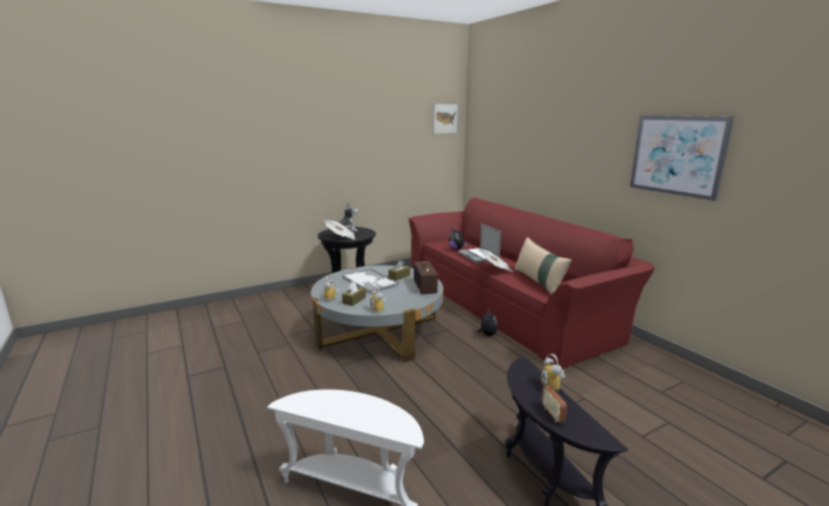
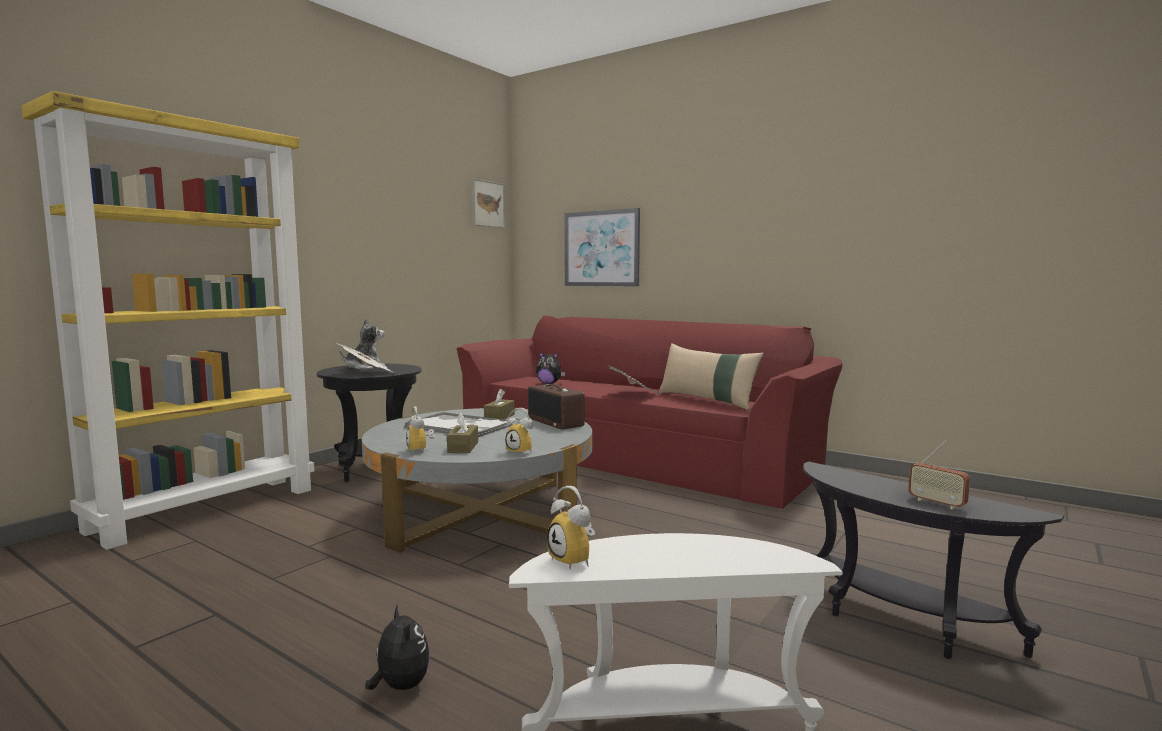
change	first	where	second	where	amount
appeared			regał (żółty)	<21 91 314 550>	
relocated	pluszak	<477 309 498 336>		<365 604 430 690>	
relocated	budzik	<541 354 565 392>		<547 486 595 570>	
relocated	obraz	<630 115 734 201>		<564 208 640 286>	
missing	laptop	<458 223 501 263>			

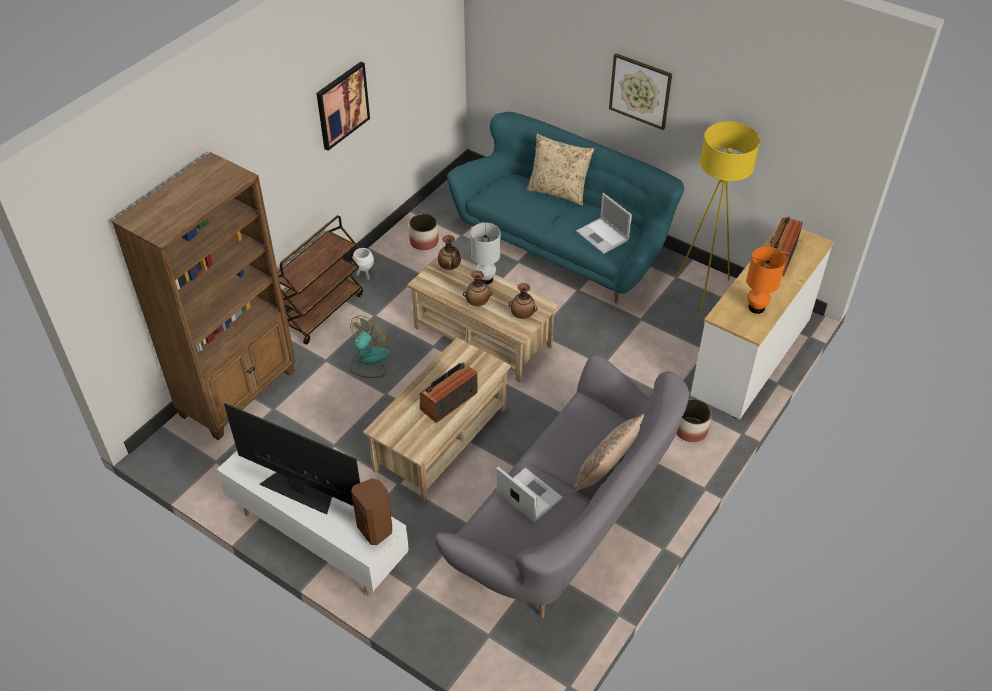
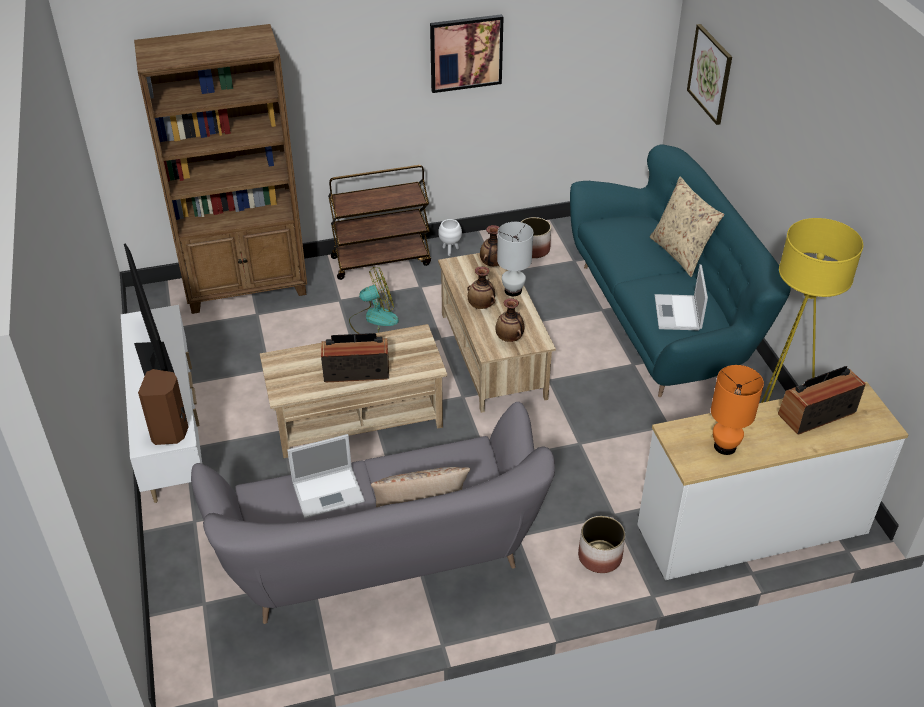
change	first	where	second	where	amount
spun	laptop	<496 467 563 522>		<287 434 365 518>	75 degrees clockwise
relocated	obraz	<609 53 672 130>		<687 24 732 125>	

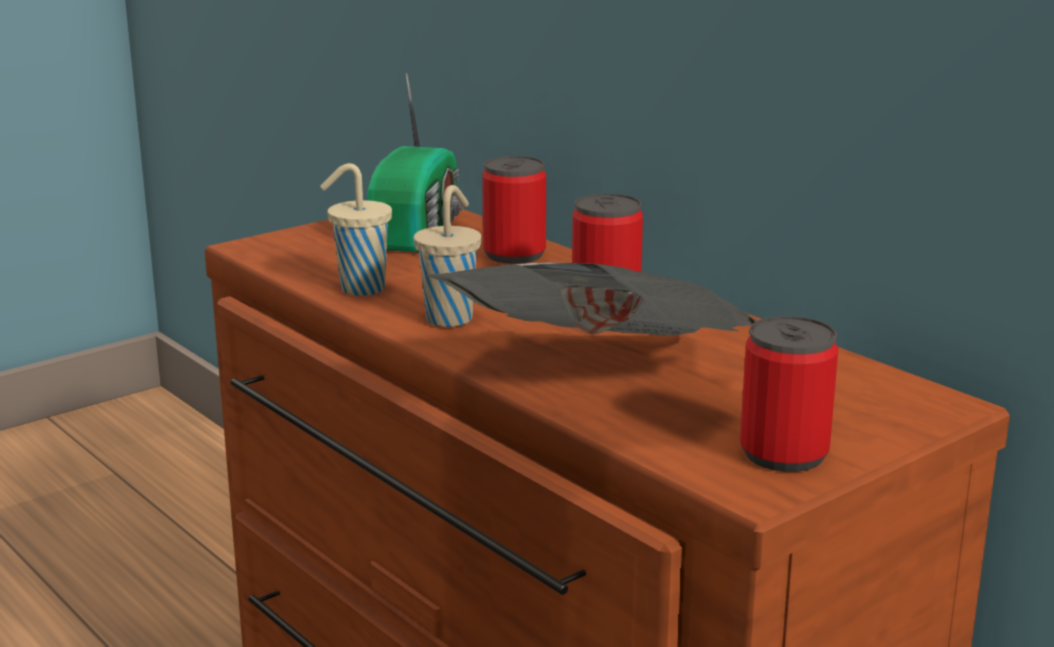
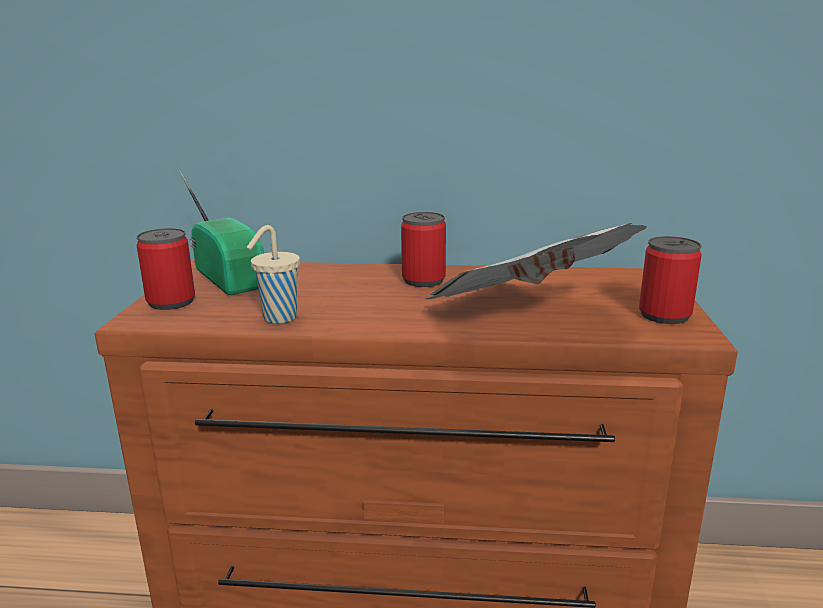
change	first	where	second	where	amount
relocated	puszka	<482 156 546 264>		<137 228 195 310>	
missing	filiżanka (beżowy)	<414 185 481 327>			

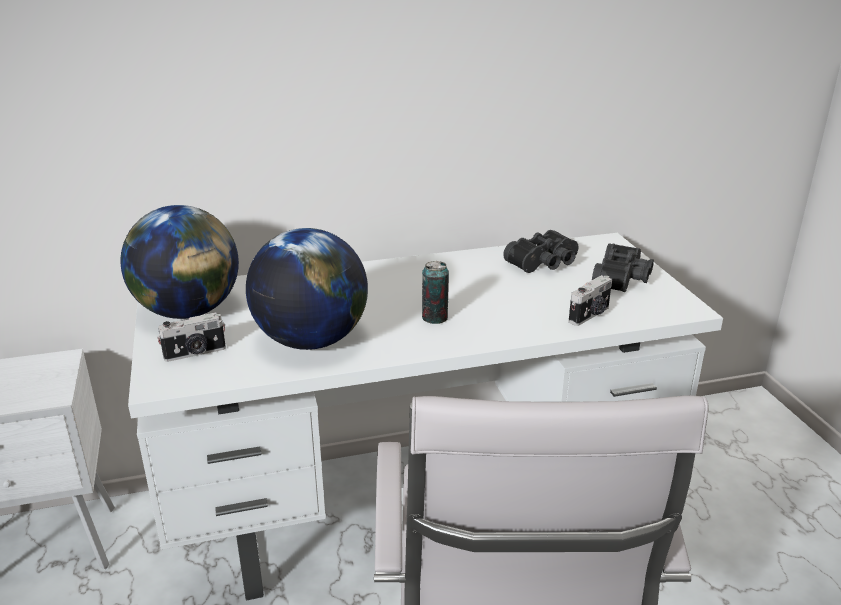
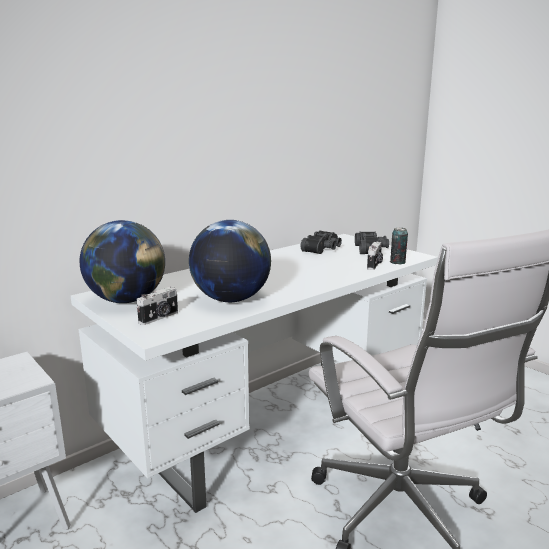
change	first	where	second	where	amount
relocated	puszka	<422 261 449 324>		<390 227 408 264>	

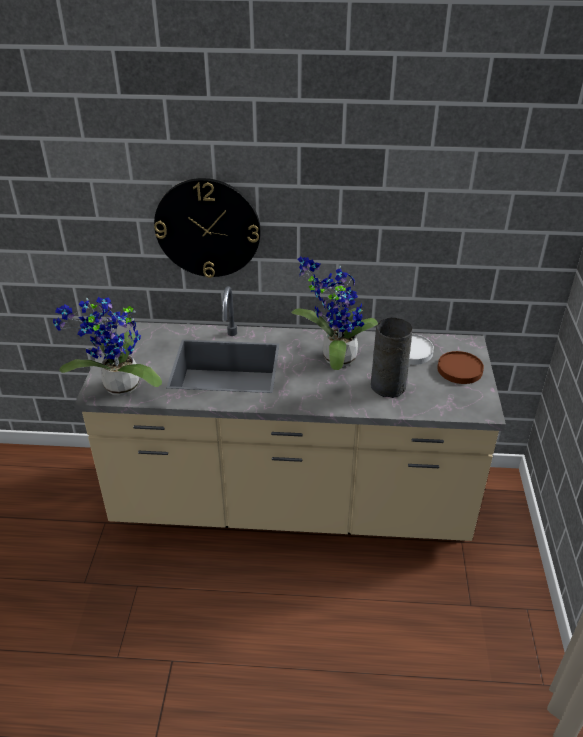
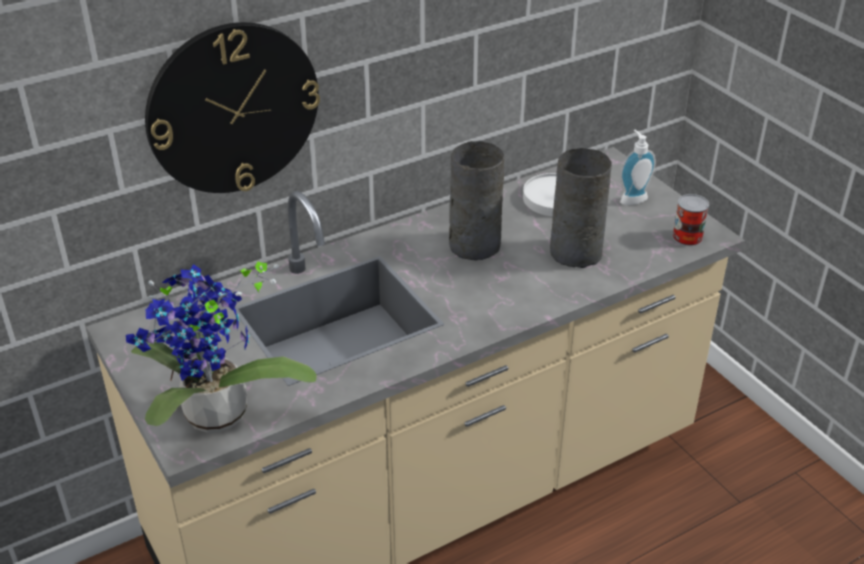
change	first	where	second	where	amount
exchanged	roślina doniczkowa	<291 257 378 370>	wazon (szary)	<449 141 504 260>	
exchanged	talerz (brązowy)	<437 351 484 384>	dozownik mydła	<620 130 656 205>	
appeared			puszka	<672 194 709 246>	

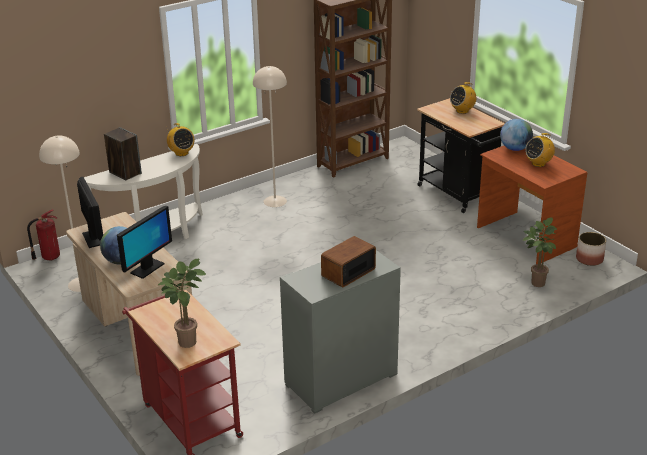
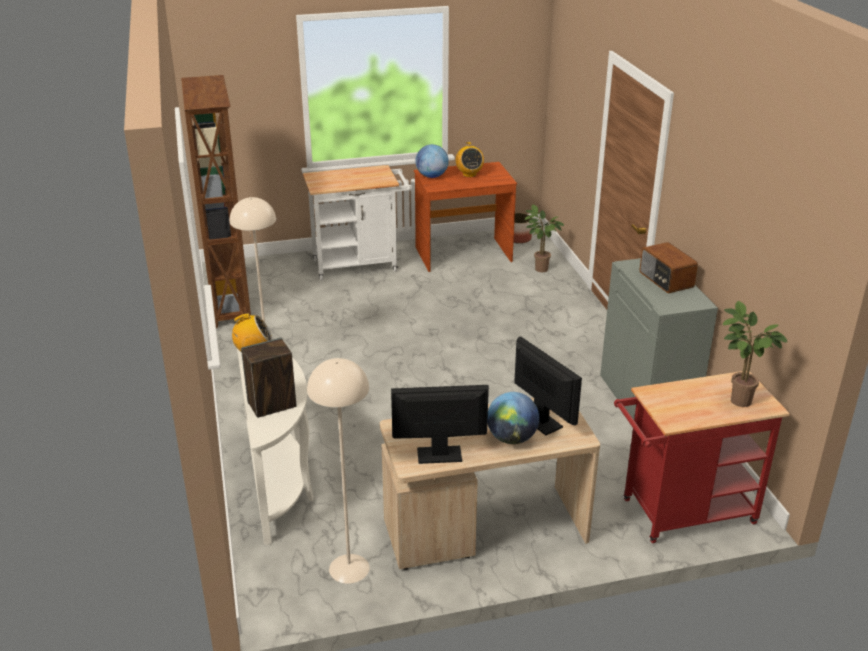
change	first	where	second	where	amount
colour	wózek (czarny)	<417 98 505 213>	wózek (biały)	<303 165 412 280>	
missing	gaśnica	<27 209 60 261>			
missing	radio	<450 82 476 114>			

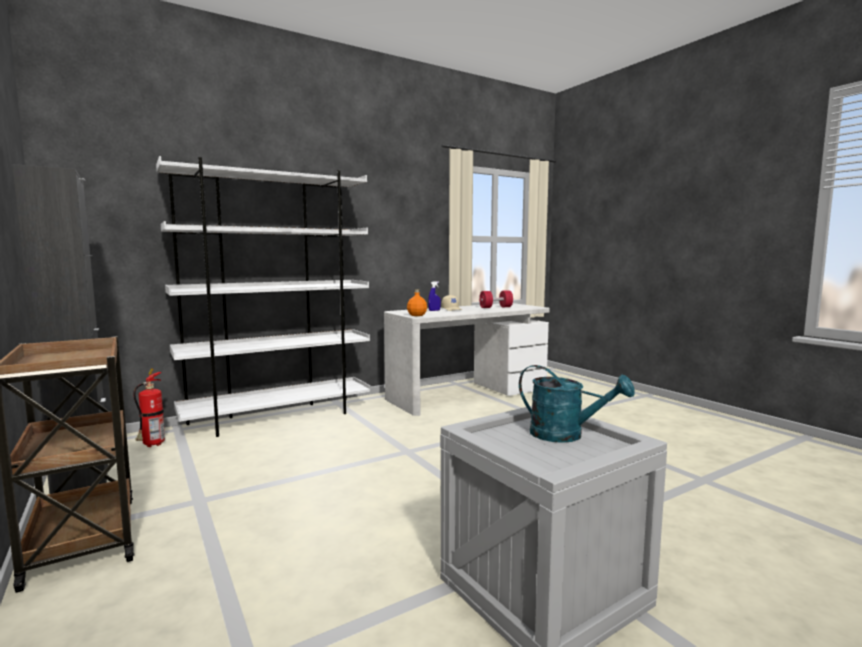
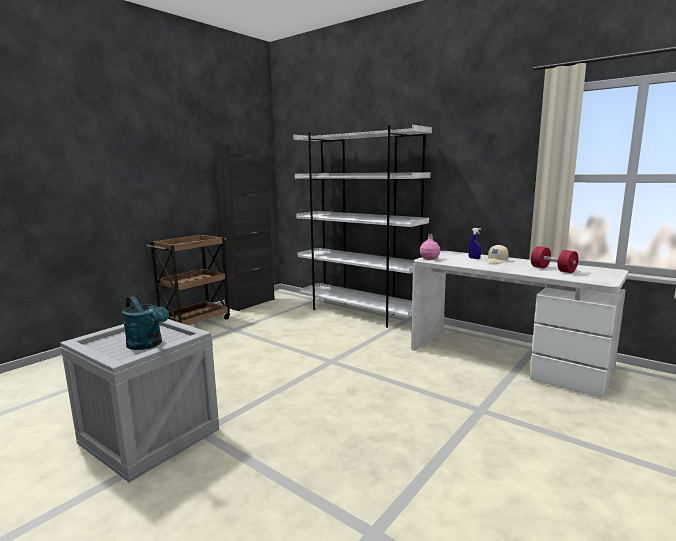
change	first	where	second	where	amount
spun	konewka (turkusowy)	<519 365 635 443>		<122 296 169 350>	60 degrees counterclockwise
colour	butelka (pomarańczowy)	<407 289 427 316>	butelka (różowy)	<420 234 440 260>	
missing	gaśnica	<133 368 165 447>			

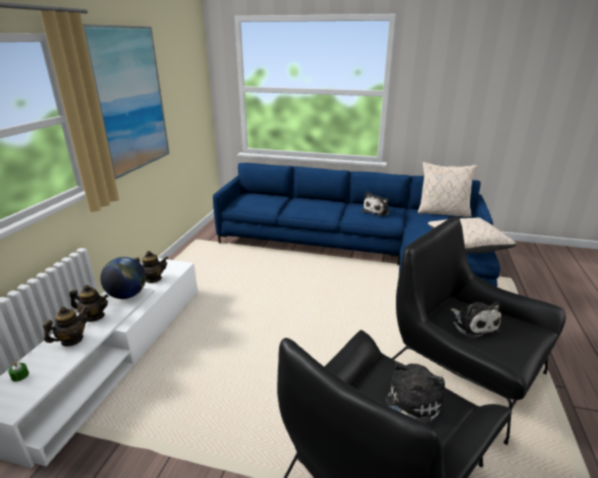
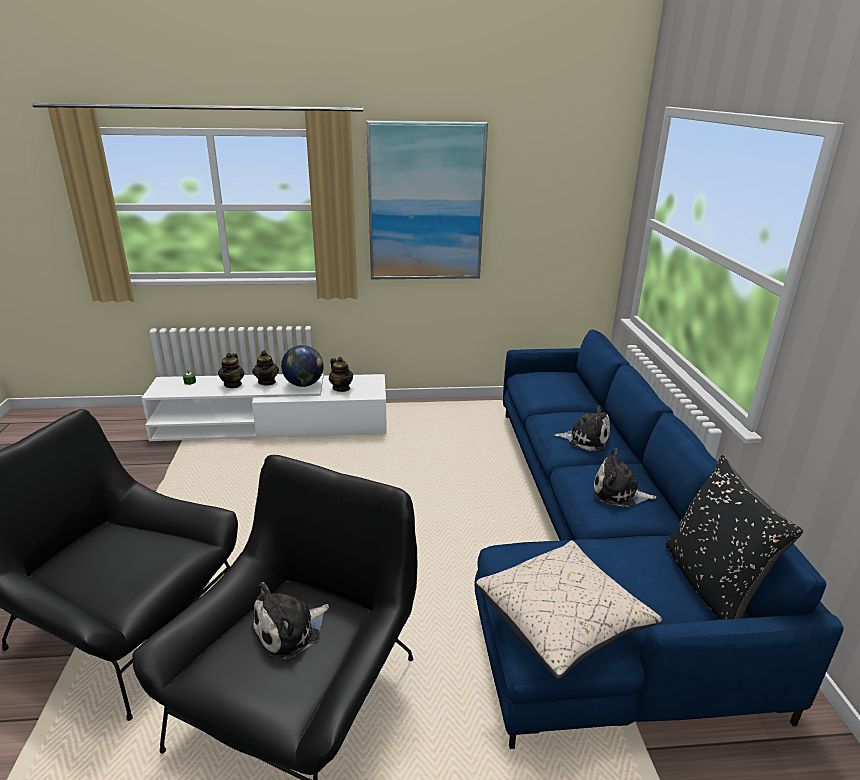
change	first	where	second	where	amount
spun	imbryk	<43 306 88 346>		<218 353 244 388>	75 degrees clockwise
relocated	pluszak	<386 362 445 425>		<554 406 610 451>	
colour	poduszka (beżowy)	<418 162 477 217>	poduszka (czarny)	<665 455 804 620>	

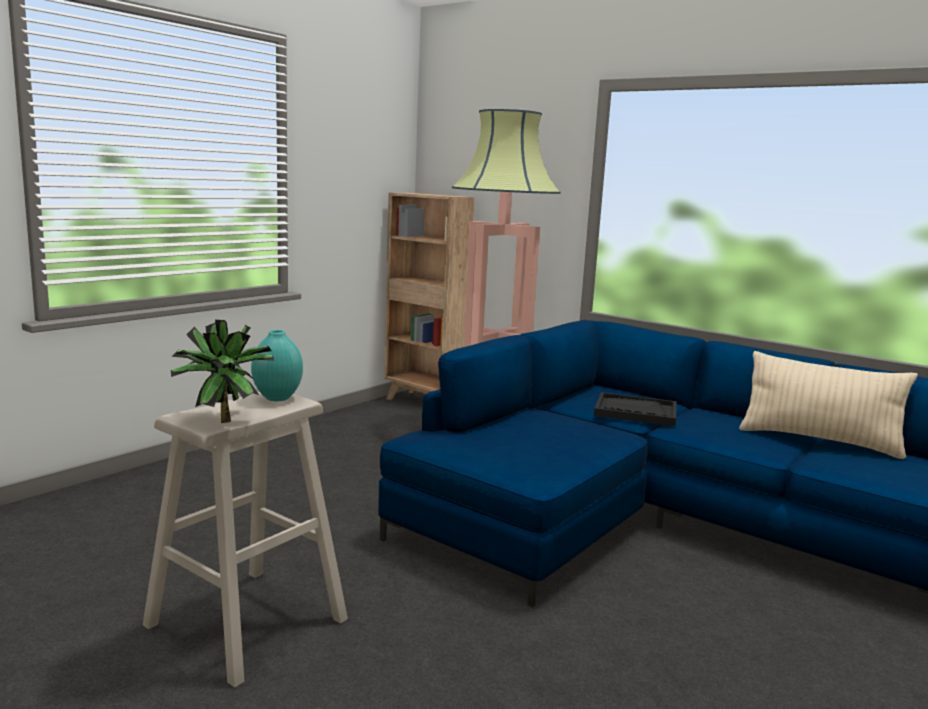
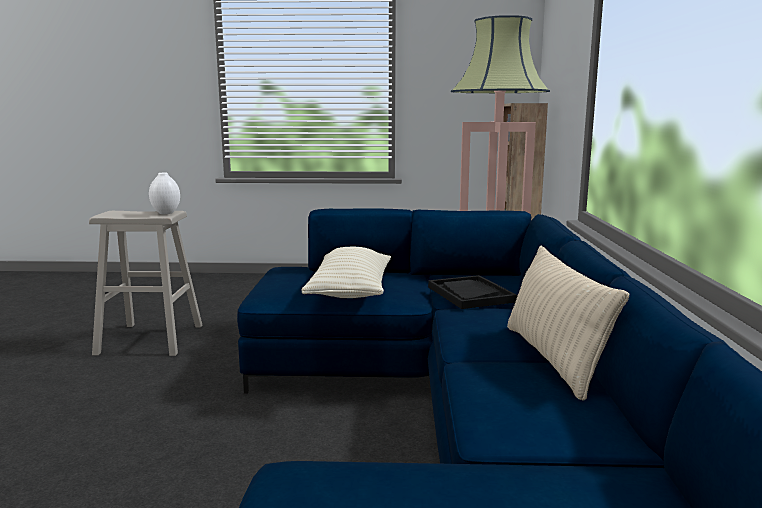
change	first	where	second	where	amount
colour	wazon (turkusowy)	<251 330 303 401>	wazon (biały)	<149 173 180 214>	
appeared			poduszka (beżowy)	<301 247 391 298>	
missing	roślina doniczkowa	<171 320 275 423>			

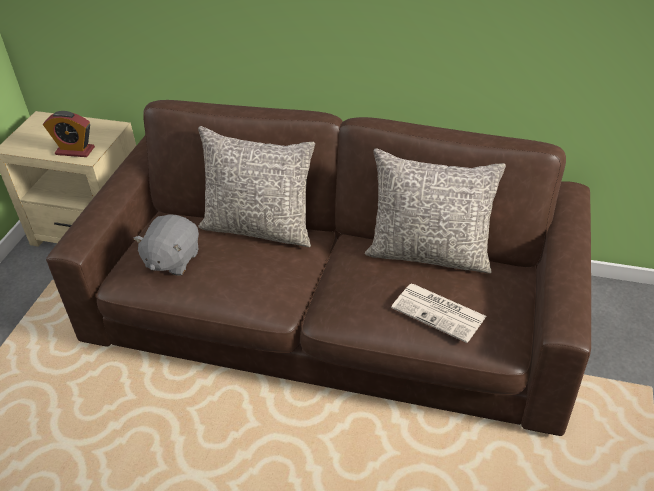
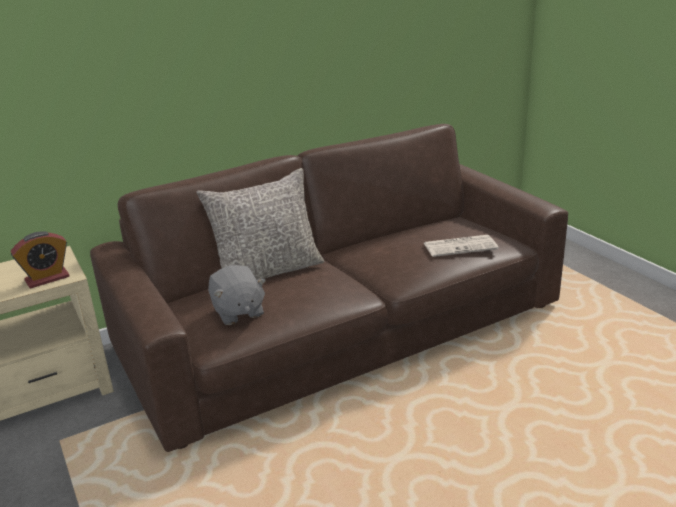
change	first	where	second	where	amount
missing	poduszka (szary)	<365 148 506 274>			

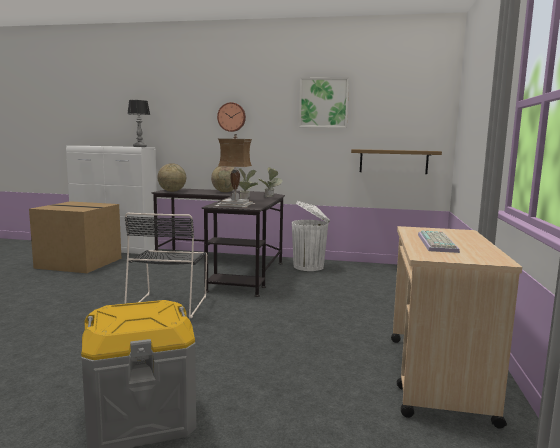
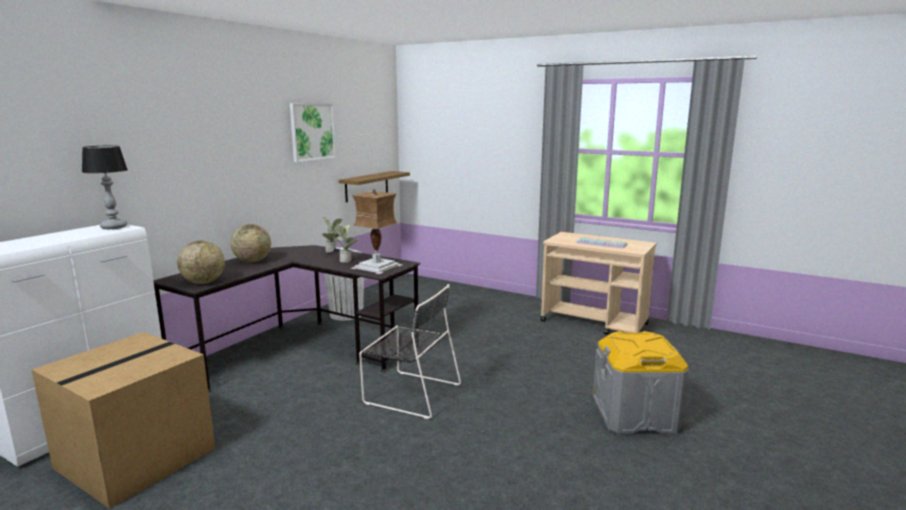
change	first	where	second	where	amount
missing	zegar ścienny	<217 102 246 132>			

